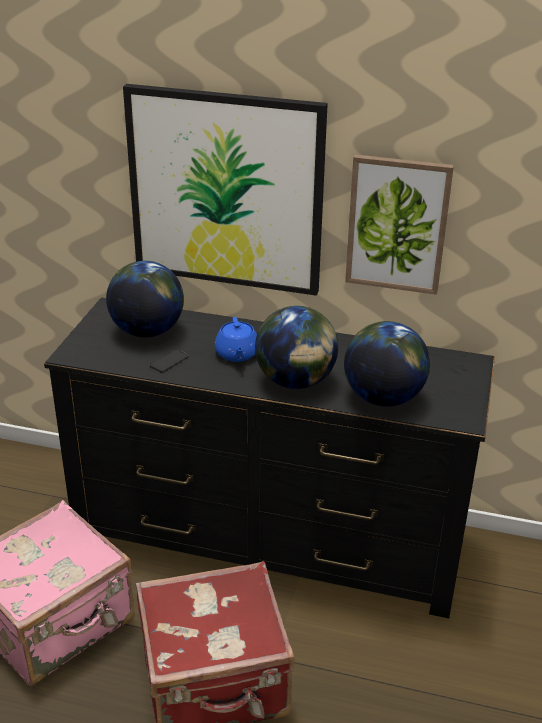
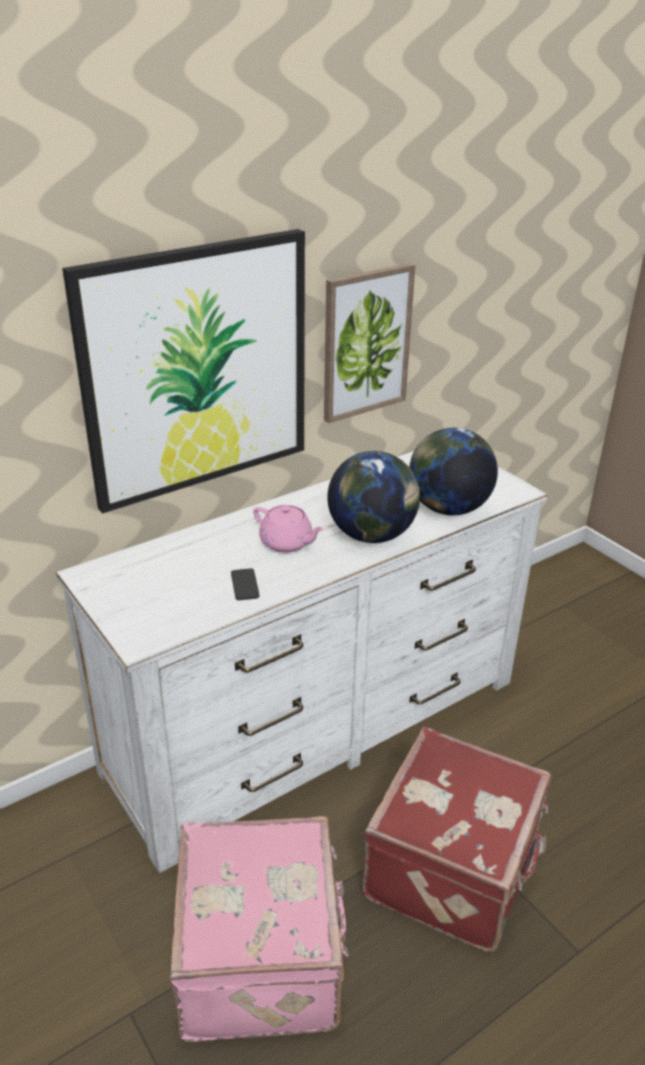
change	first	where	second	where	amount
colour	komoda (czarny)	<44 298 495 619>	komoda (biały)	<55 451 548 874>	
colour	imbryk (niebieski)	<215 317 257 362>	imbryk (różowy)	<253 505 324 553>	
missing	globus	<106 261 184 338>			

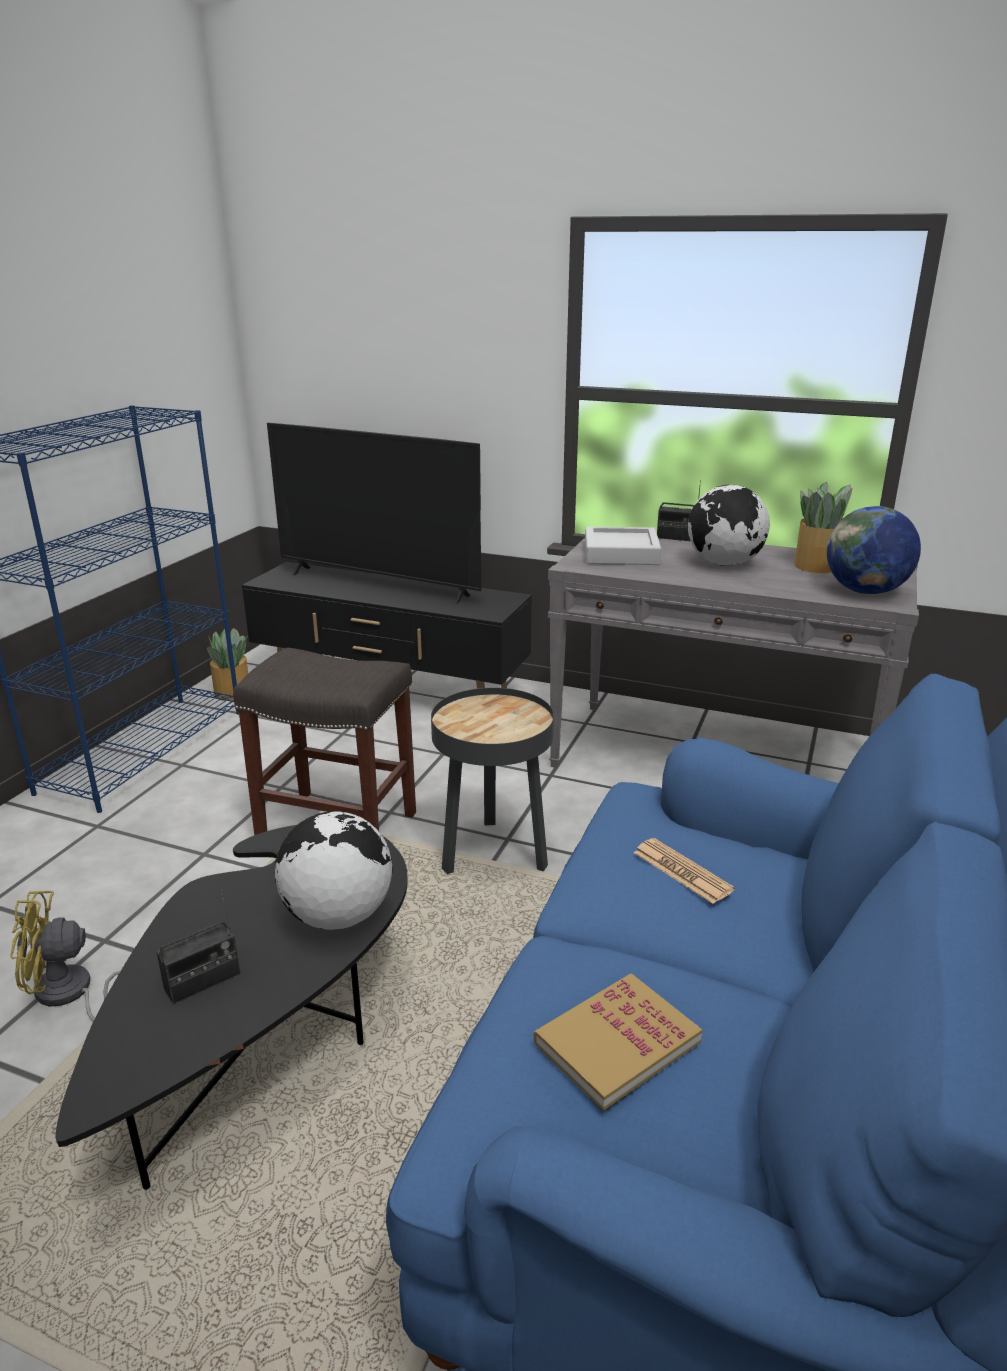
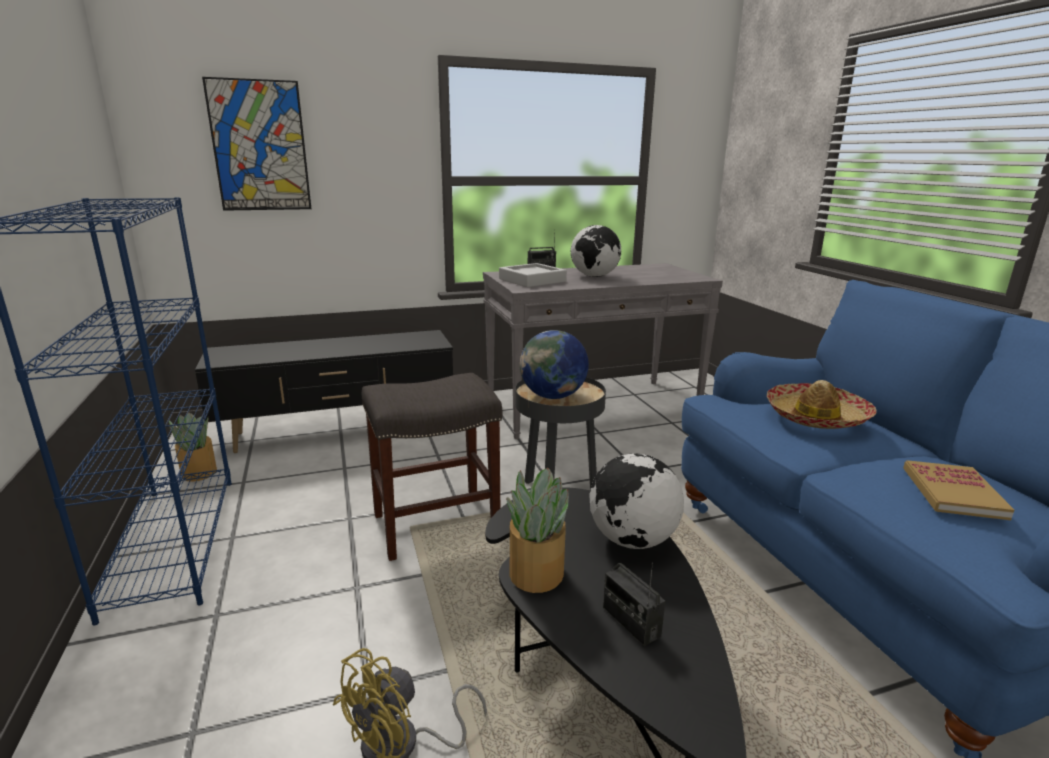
change	first	where	second	where	amount
appeared			obraz	<202 77 311 211>	
relocated	roślina doniczkowa	<794 482 853 573>		<506 468 569 593>	
relocated	globus	<827 506 921 594>		<520 330 589 399>	
spun	radio	<156 890 240 1005>		<603 562 665 646>	135 degrees clockwise
exchanged	gazeta	<634 838 735 904>	kapelusz	<767 380 877 429>	
missing	telewizor	<267 423 481 605>			

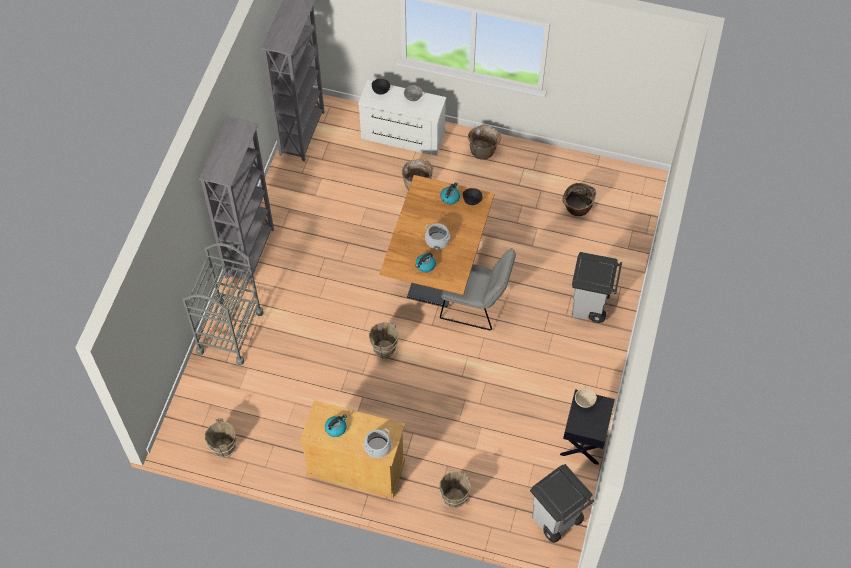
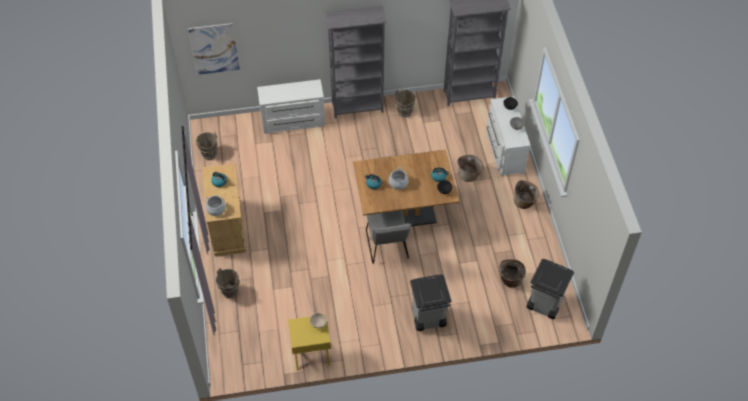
change	first	where	second	where	amount
appeared			obraz	<188 23 240 75>	
exchanged	wózek (szary)	<183 243 264 365>	komoda (biały)	<257 79 325 134>	
colour	szafka nocna (czarny)	<560 389 615 465>	szafka nocna (żółty)	<288 314 331 371>	
relocated	wiadro (brązowy)	<369 320 398 358>		<395 90 416 117>	
relocated	kosz na śmieci (szary)	<530 464 594 543>		<526 259 574 319>	

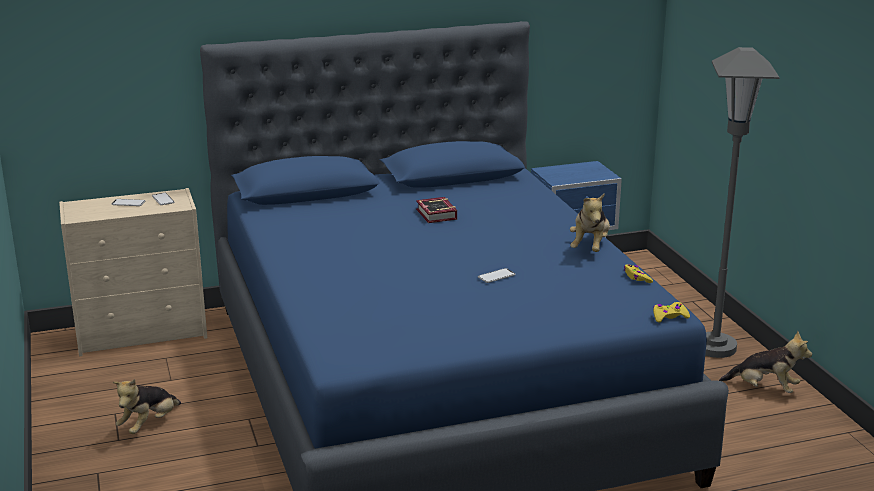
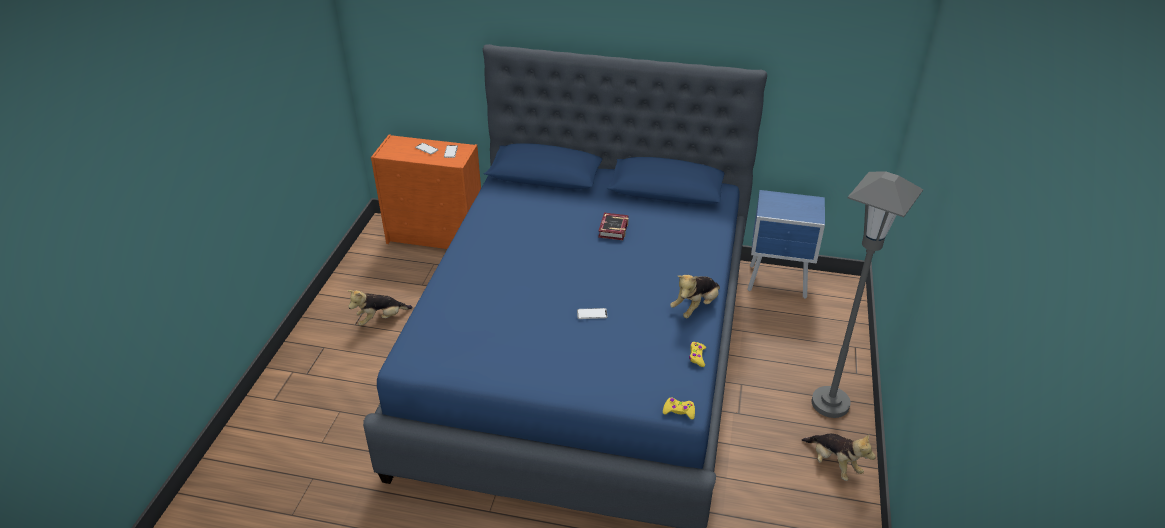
change	first	where	second	where	amount
colour	komoda (beżowy)	<59 188 207 357>	komoda (pomarańczowy)	<371 135 481 249>	

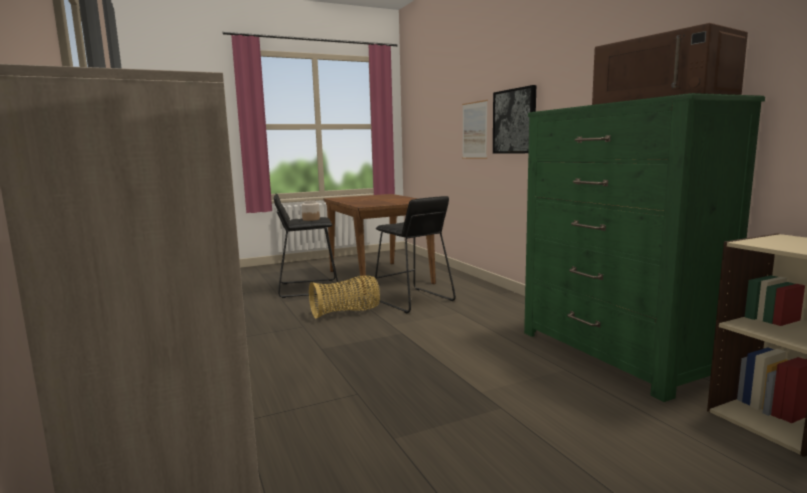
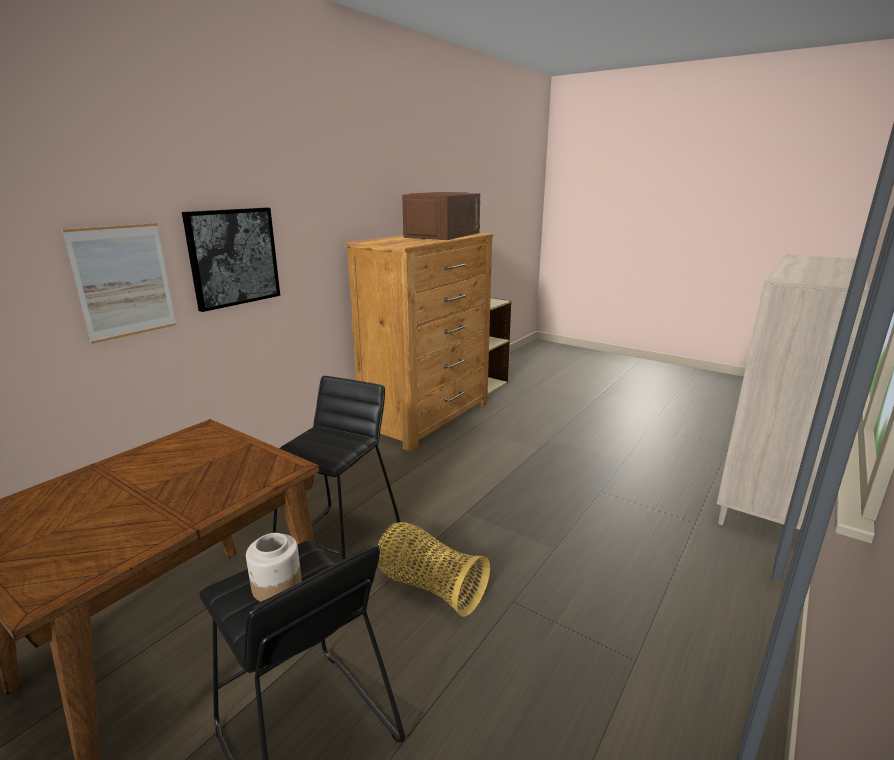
change	first	where	second	where	amount
colour	komoda (zielony)	<524 93 765 402>	komoda (brązowy)	<346 233 493 452>	

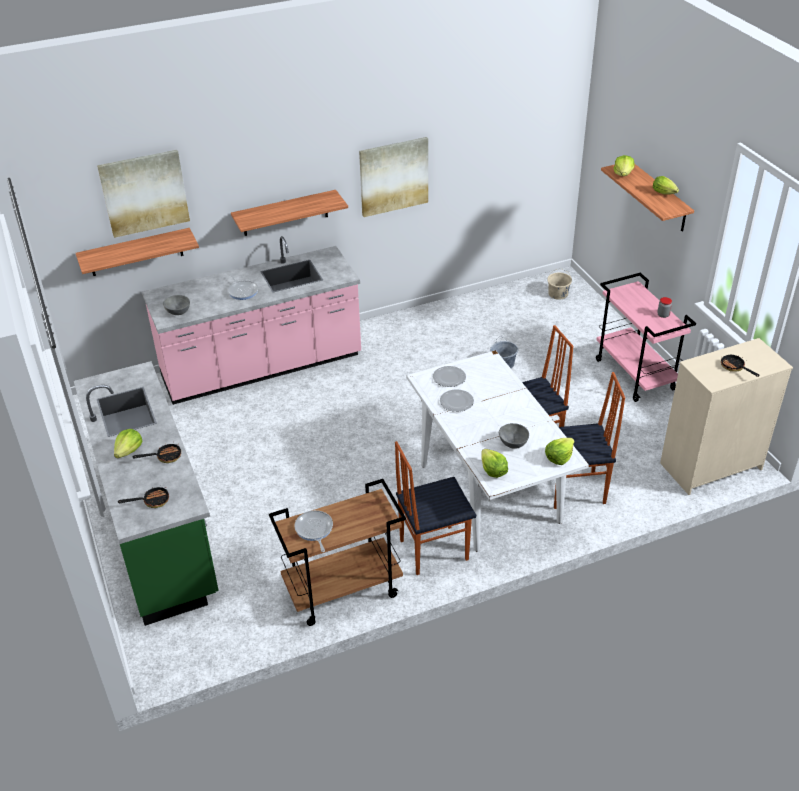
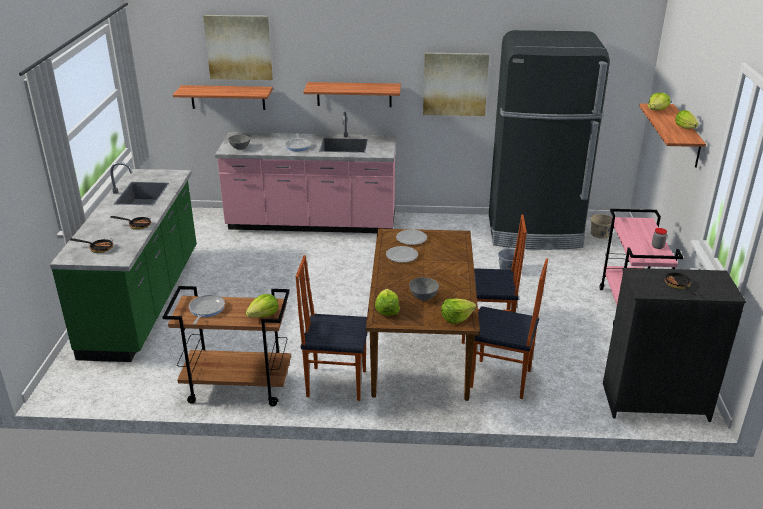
change	first	where	second	where	amount
relocated	sałata	<114 429 142 458>		<246 294 278 318>	
colour	stół jadalny (biały)	<406 350 589 552>	stół jadalny (brązowy)	<366 229 480 401>	
appeared			lodówka (czarny)	<489 30 610 250>	
colour	komoda (beżowy)	<660 338 793 495>	komoda (czarny)	<603 268 746 422>	

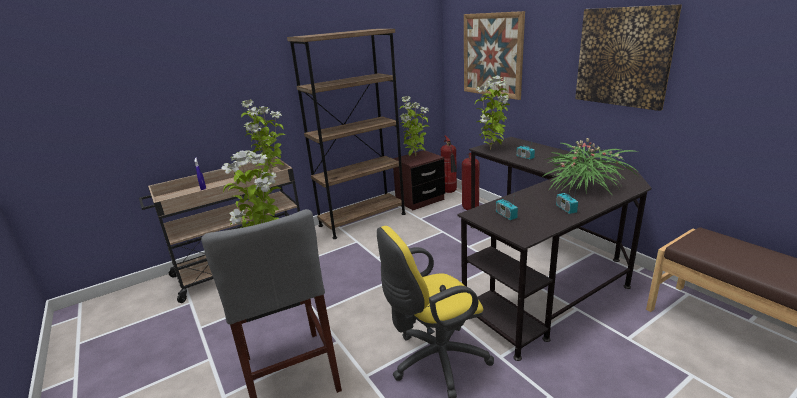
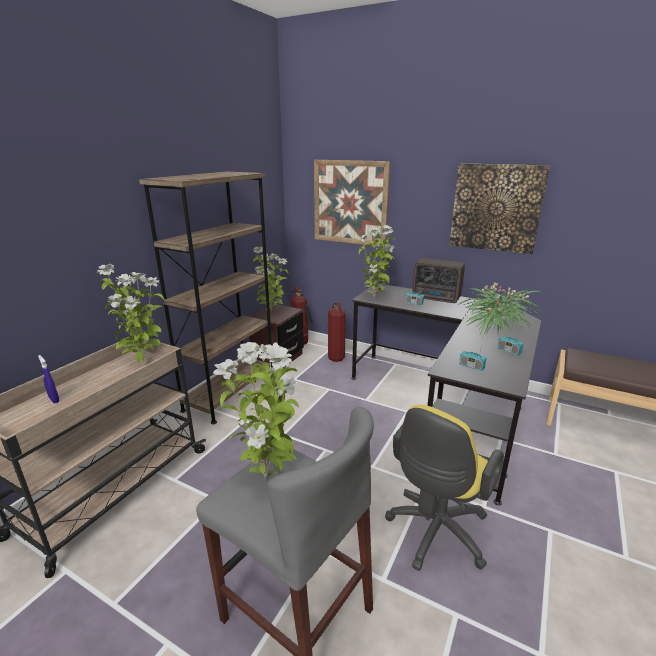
change	first	where	second	where	amount
appeared			radio	<412 258 465 303>	

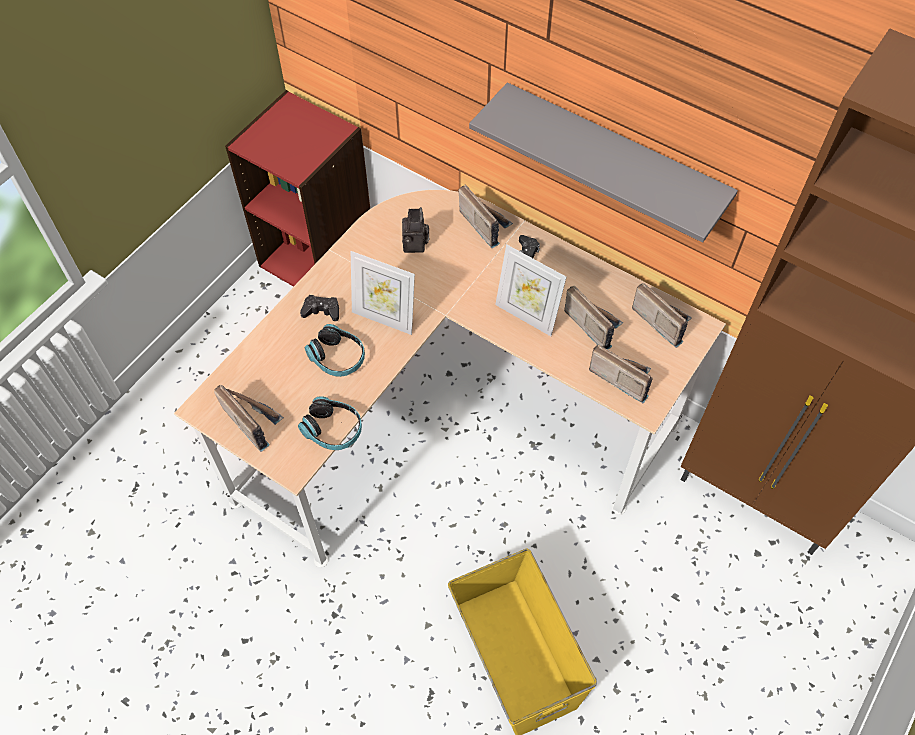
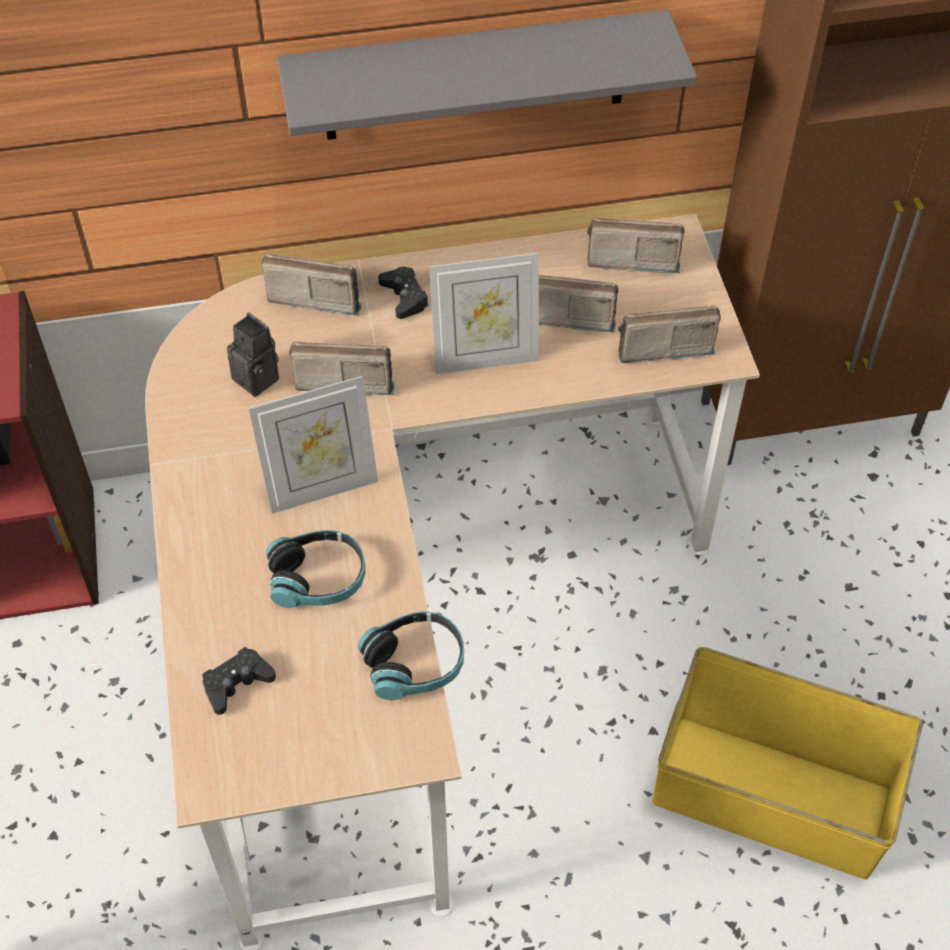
change	first	where	second	where	amount
relocated	pad do gier (czarny)	<300 295 339 321>		<202 647 276 715>	
relocated	radio	<214 384 284 452>		<289 341 395 395>	

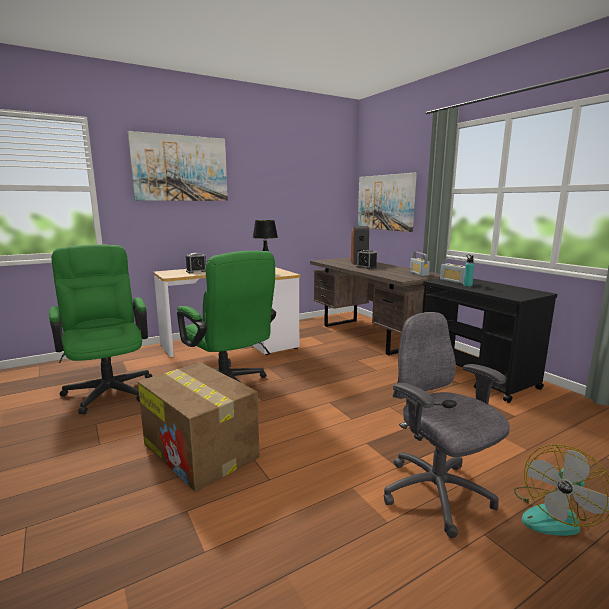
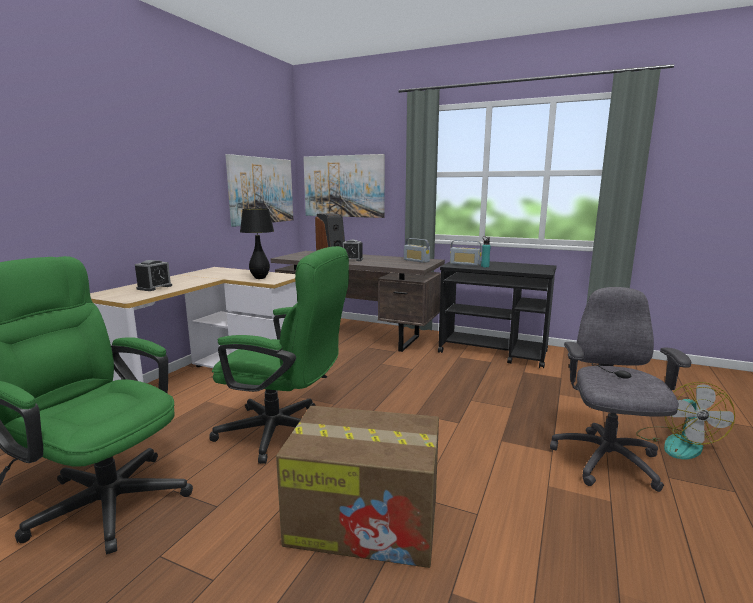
change	first	where	second	where	amount
relocated	obraz	<128 131 228 201>		<225 154 293 227>	
spun	krzesło biurowe (szary)	<384 312 510 538>		<550 287 691 492>	75 degrees clockwise

